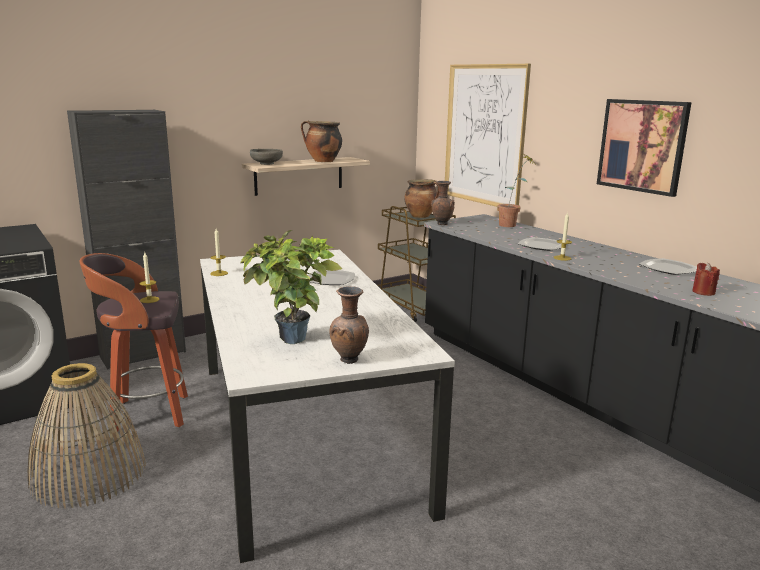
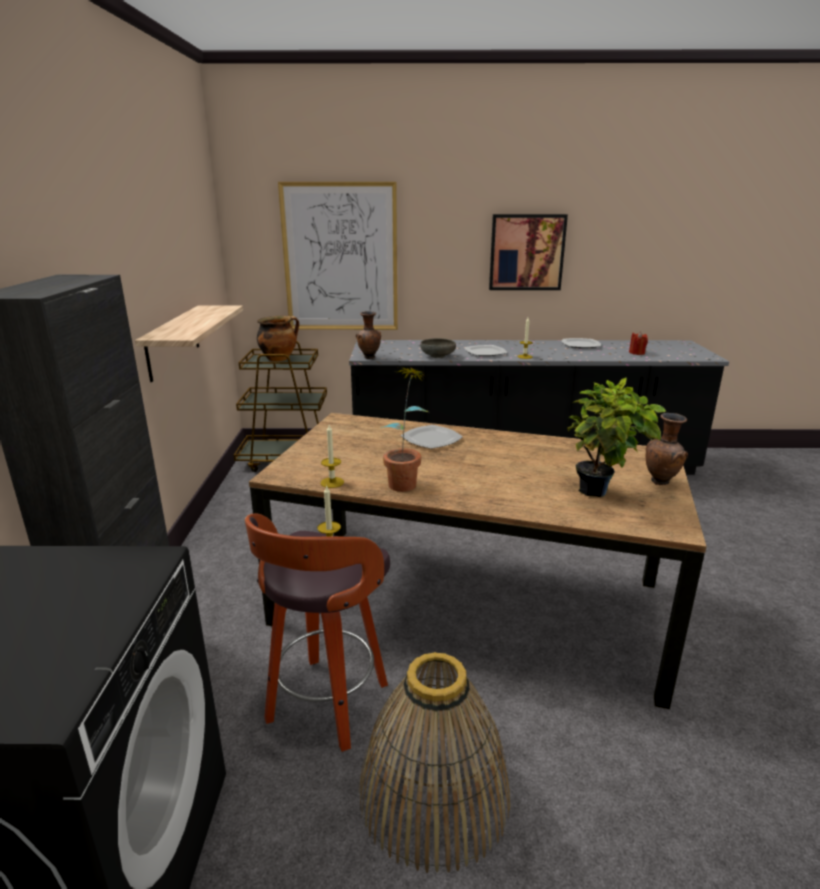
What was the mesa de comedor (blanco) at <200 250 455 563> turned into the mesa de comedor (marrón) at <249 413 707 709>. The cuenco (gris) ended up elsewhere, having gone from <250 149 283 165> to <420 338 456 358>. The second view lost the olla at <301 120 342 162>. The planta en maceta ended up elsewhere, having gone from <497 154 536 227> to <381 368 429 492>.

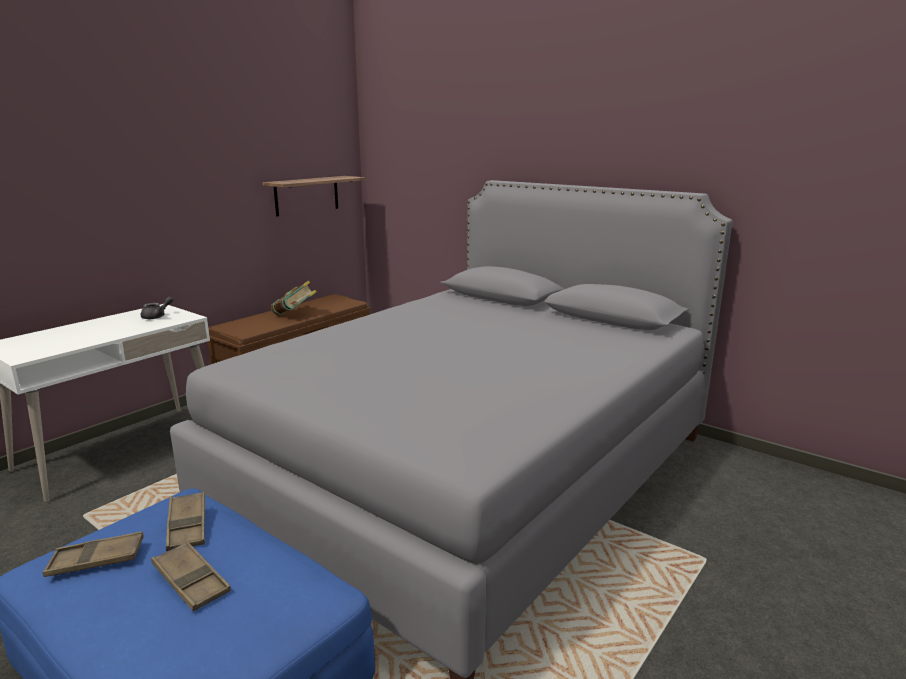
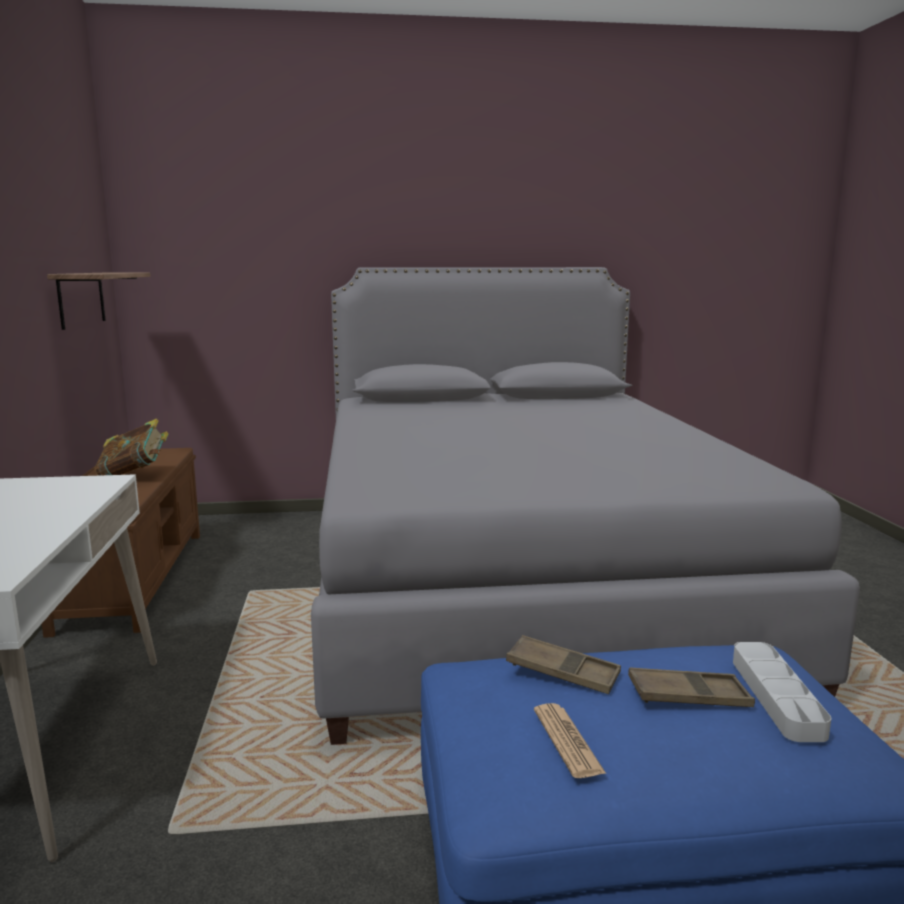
Where the bandeja (marrón) stood at <43 531 144 577>, the periódico came to stand at <534 703 606 778>. The second view lost the tetera (gris) at <141 297 173 319>. The second view gained the bandeja (gris) at <733 642 831 742>.

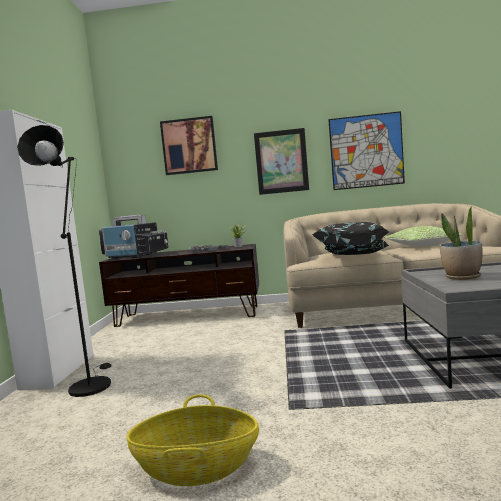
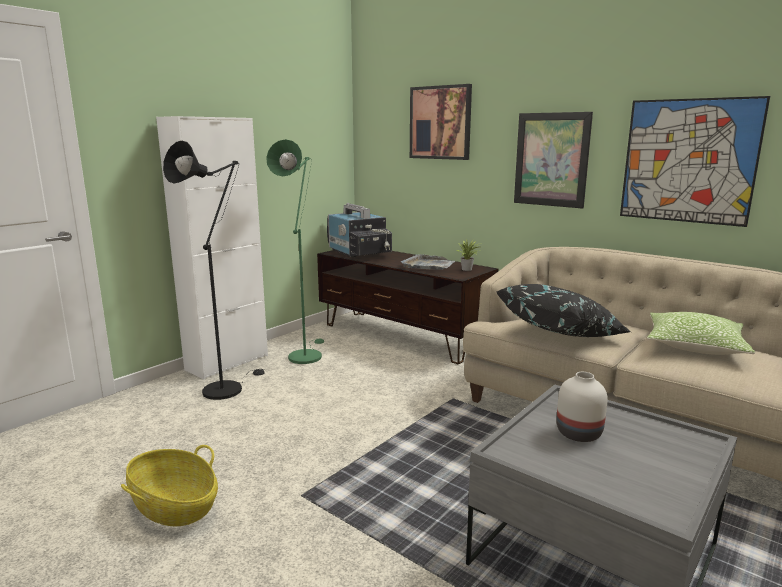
Where the planta en maceta stood at <439 206 482 280>, the florero (blanco) came to stand at <556 372 608 442>. The second view gained the lámpara de pie (verde) at <266 139 324 364>.

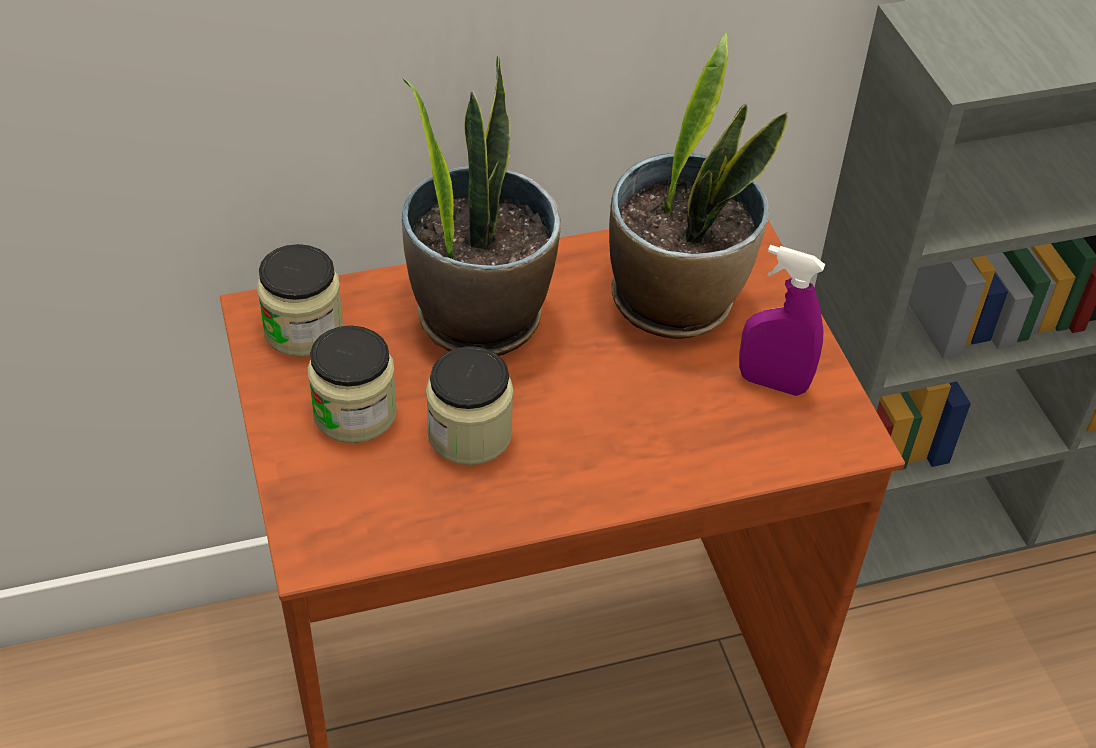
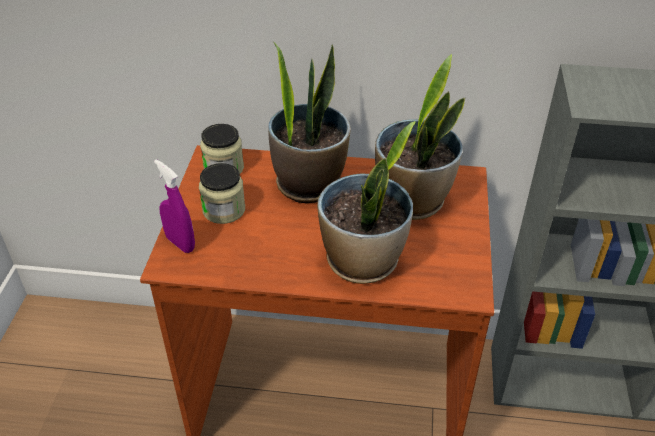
The second view lost the tarro at <426 346 513 465>. The pulverizador (morado) ended up elsewhere, having gone from <739 245 825 396> to <154 159 195 253>. The second view gained the planta en maceta at <317 121 416 284>.

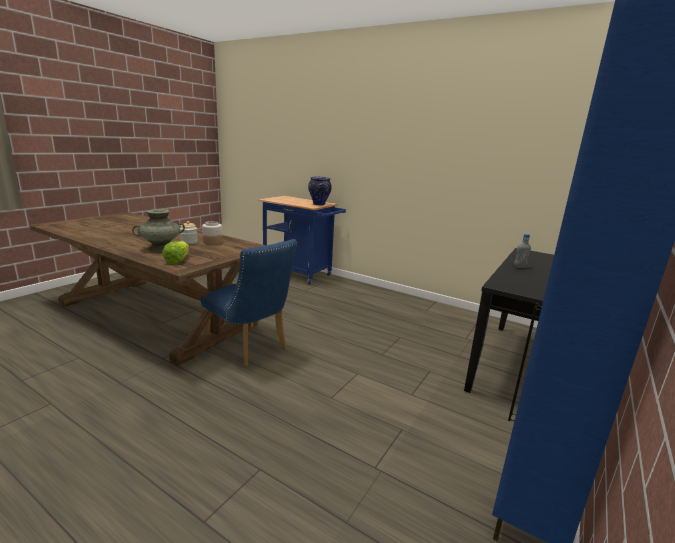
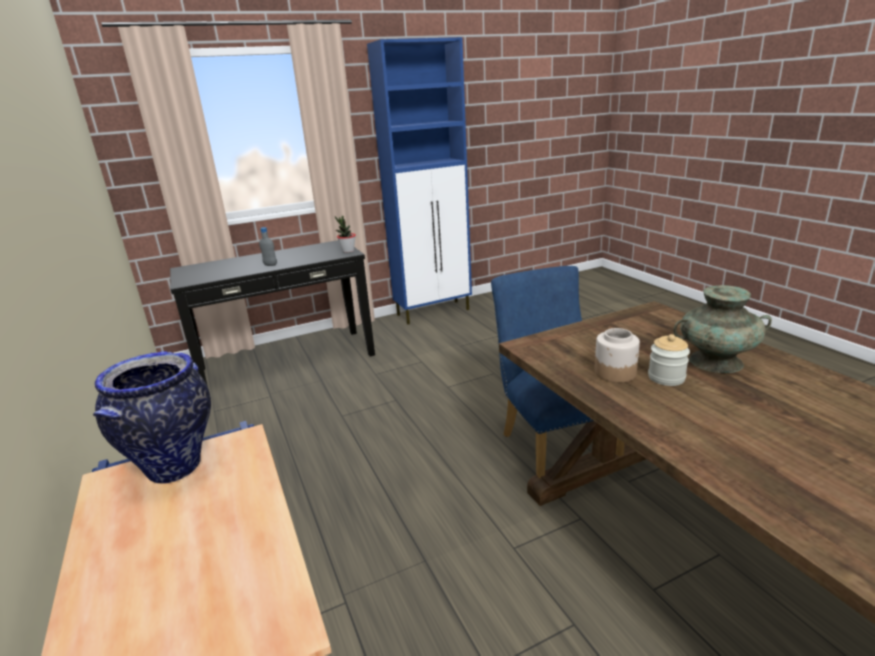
The second view lost the lechuga at <162 241 189 264>. The second view gained the planta en maceta at <335 216 356 253>.

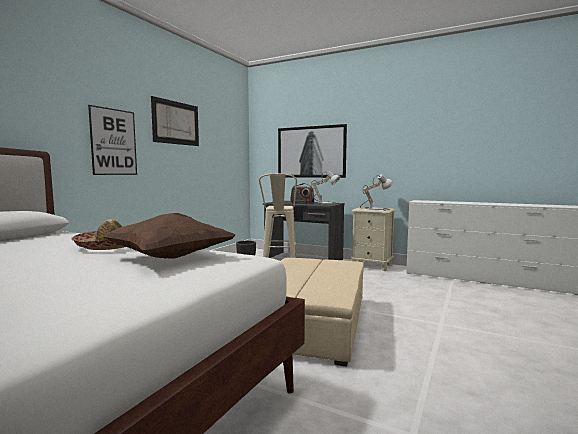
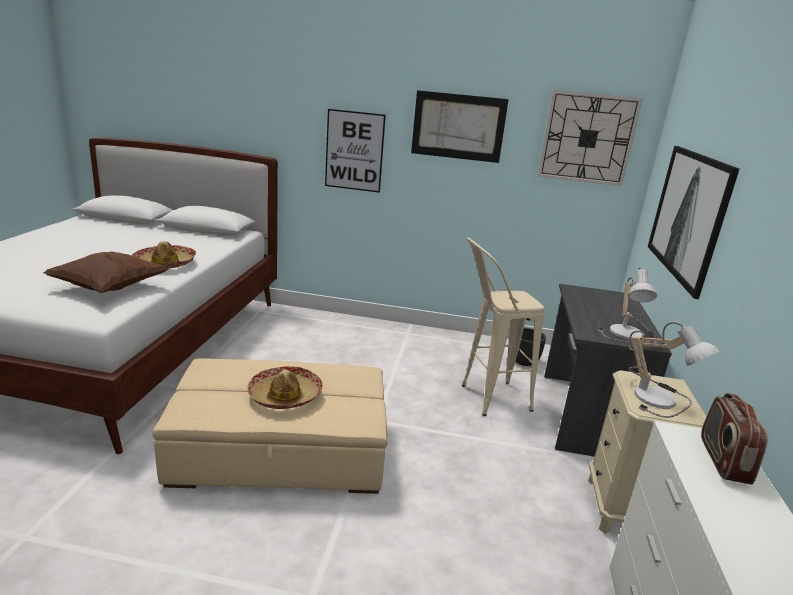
The radio ended up elsewhere, having gone from <291 183 314 204> to <701 393 768 485>. The second view gained the sombrero at <248 366 323 409>. The second view gained the reloj de pared at <538 90 643 186>.

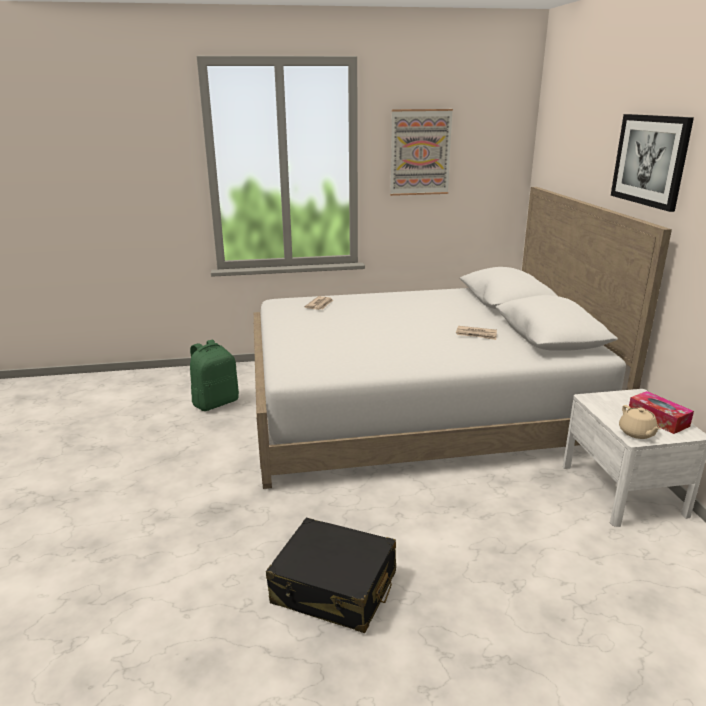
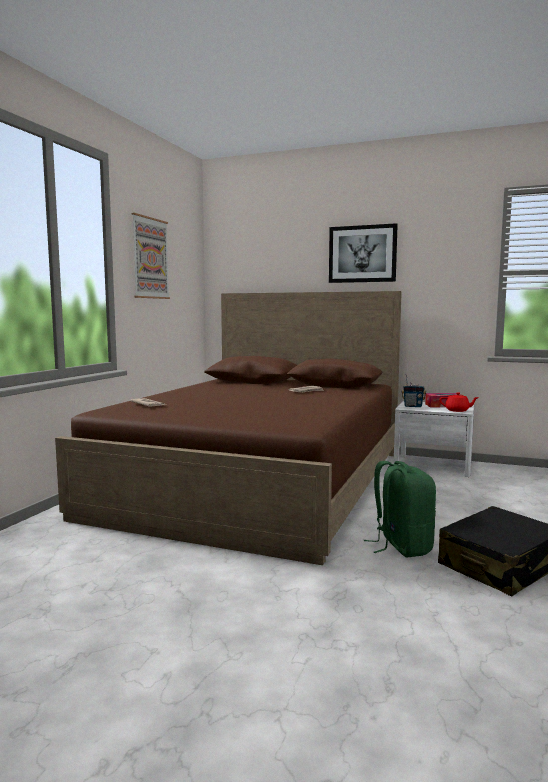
The mochila (verde) ended up elsewhere, having gone from <190 340 239 411> to <364 461 436 557>. What was the cama (blanco) at <254 187 672 489> turned into the cama (marrón) at <55 291 402 565>. What was the tetera (beis) at <619 405 661 439> turned into the tetera (rojo) at <439 392 479 412>. The second view gained the radio at <402 375 426 407>.

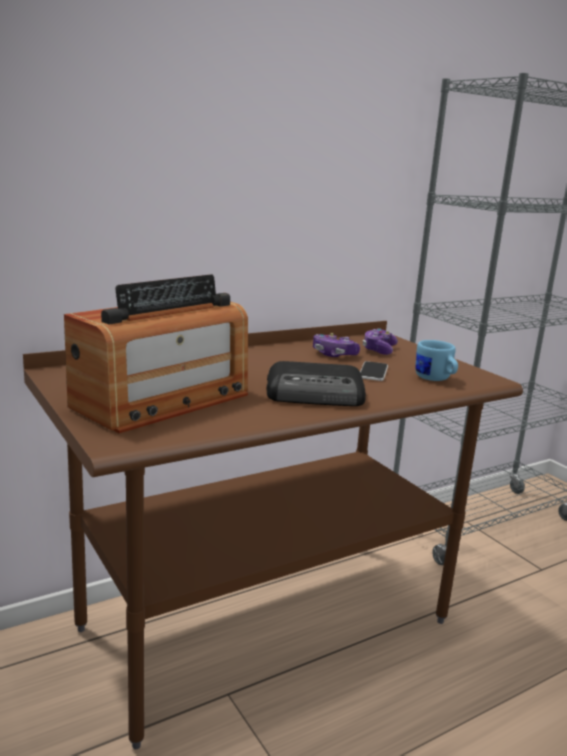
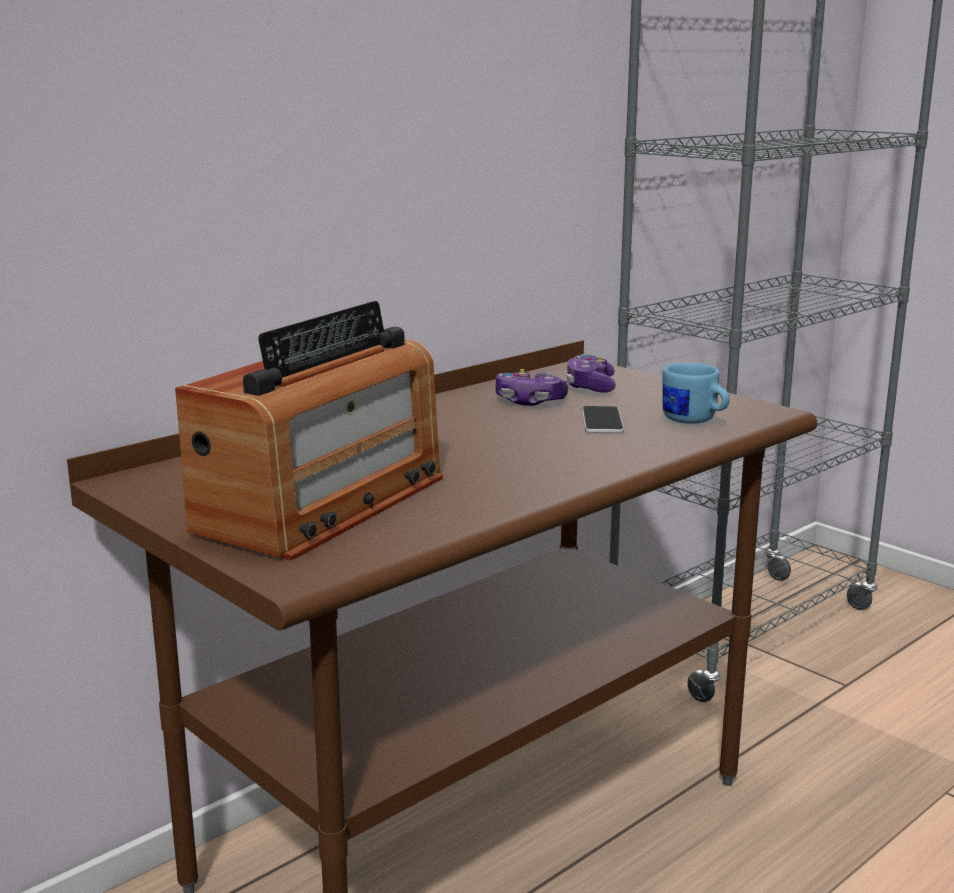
The second view lost the radio at <266 361 366 406>.

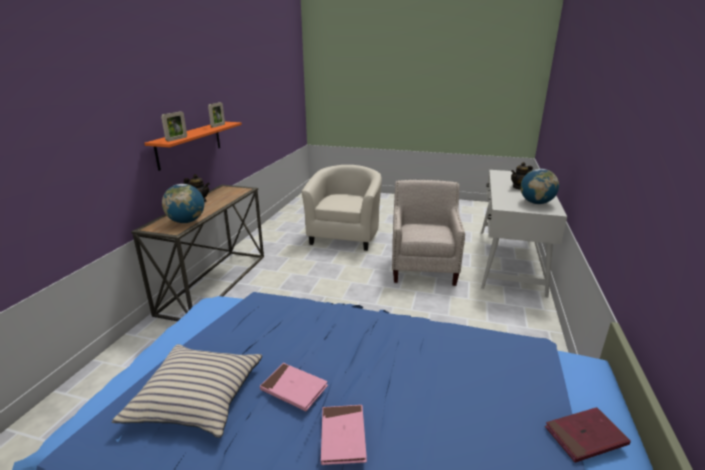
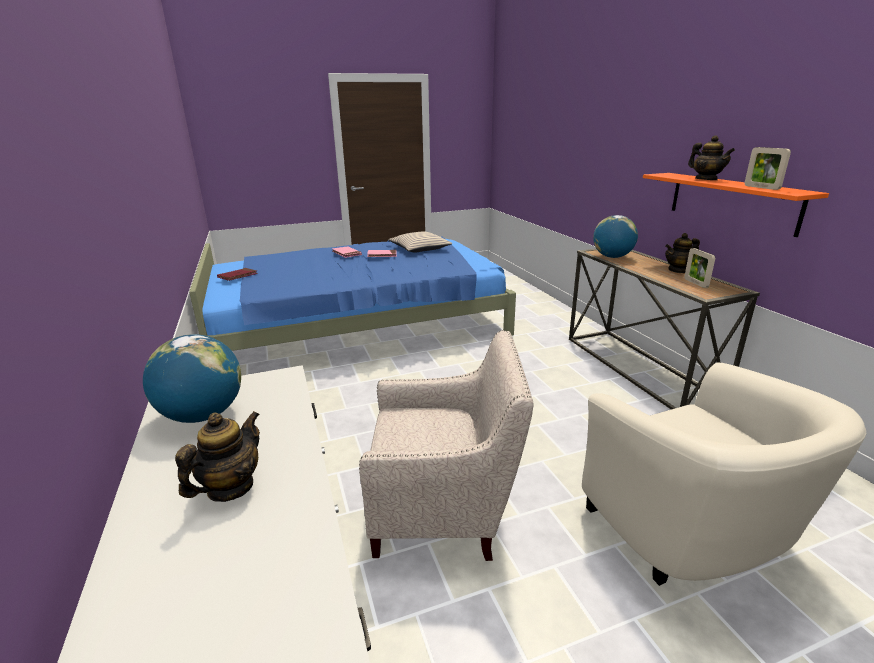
The portarretratos ended up elsewhere, having gone from <161 111 187 141> to <684 248 715 288>. The sillón (beis) at <392 180 465 286> ended up facing another way, 60 degrees counterclockwise from before. The second view gained the tetera at <688 135 735 180>.

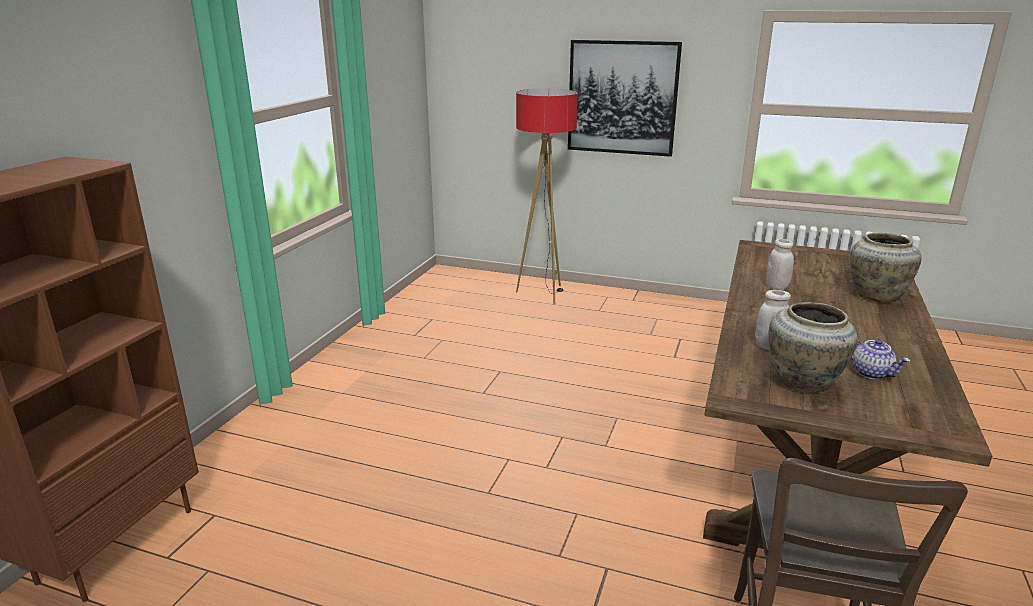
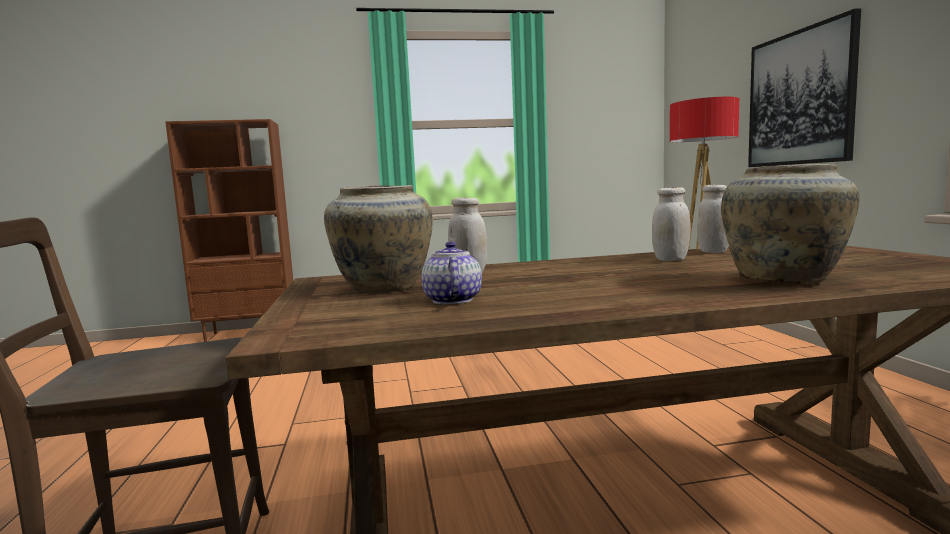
The tetera at <851 339 910 380> ended up facing another way, 150 degrees clockwise from before. The second view gained the tarro (blanco) at <697 184 729 253>.

